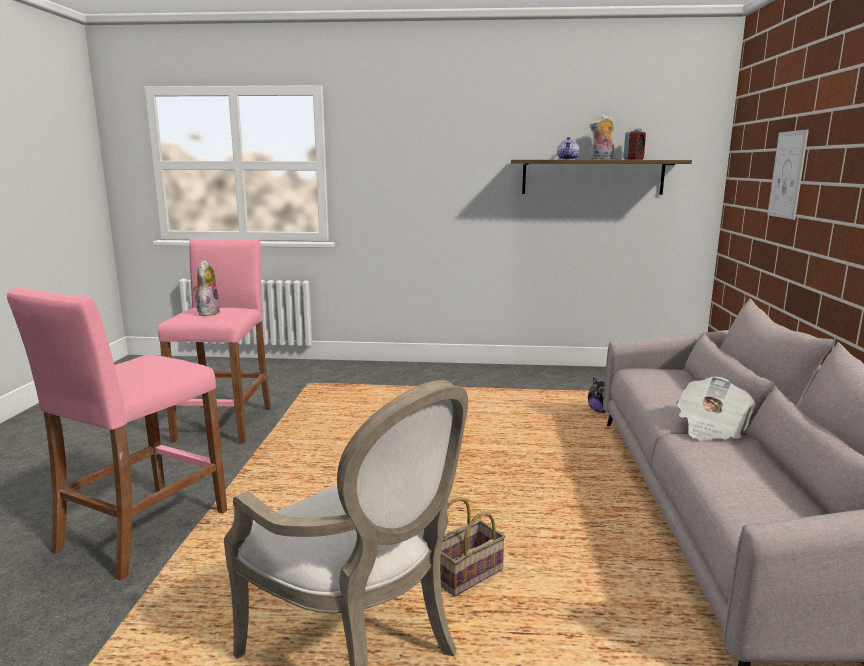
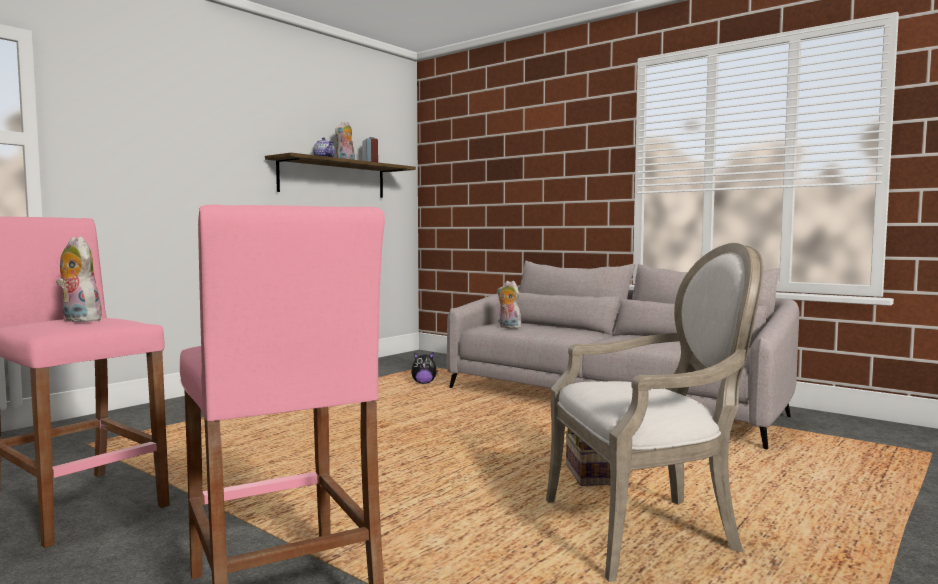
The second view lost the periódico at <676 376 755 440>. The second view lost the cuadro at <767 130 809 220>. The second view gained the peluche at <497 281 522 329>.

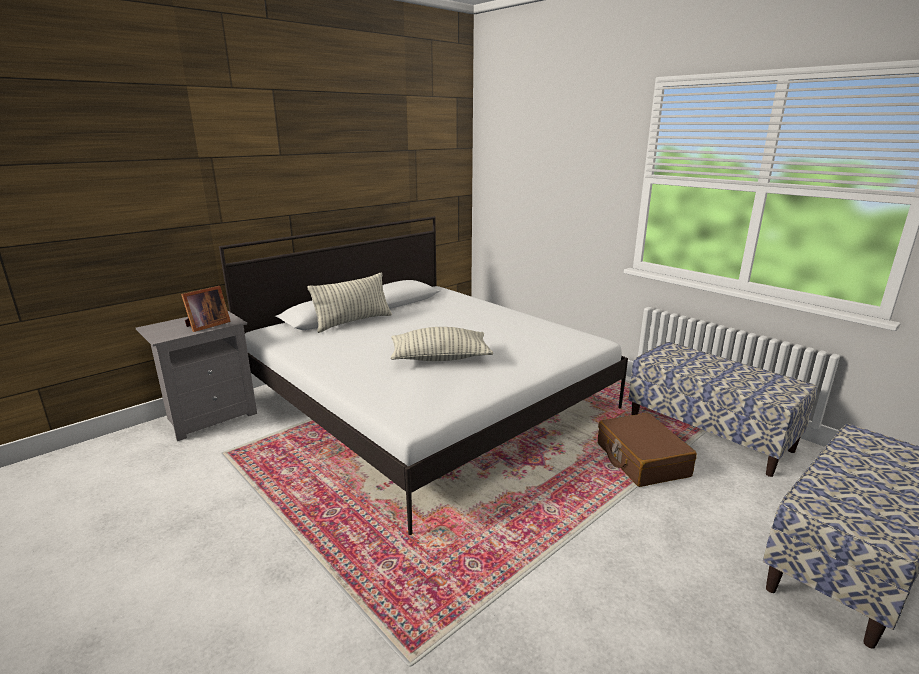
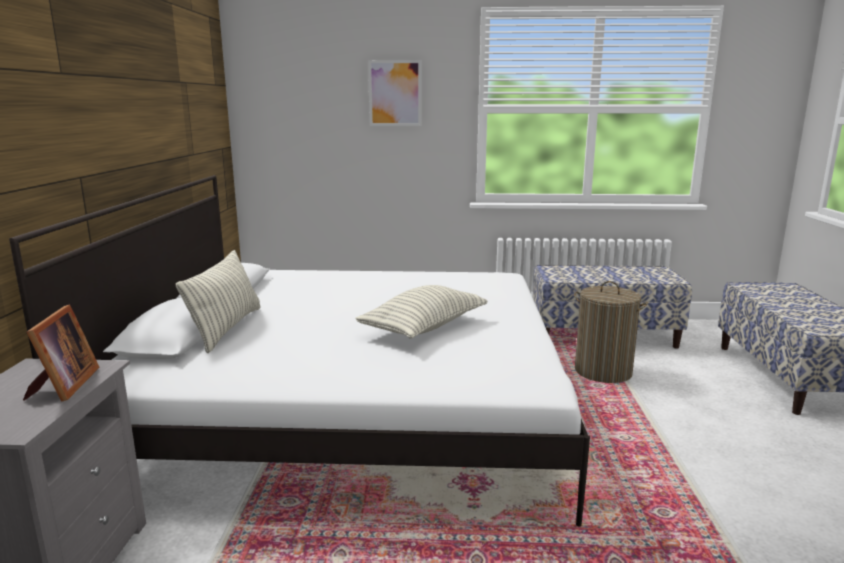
Where the maleta (marrón) stood at <598 413 697 487>, the cesto de la ropa came to stand at <574 281 648 383>. The second view gained the cuadro at <368 60 421 126>.

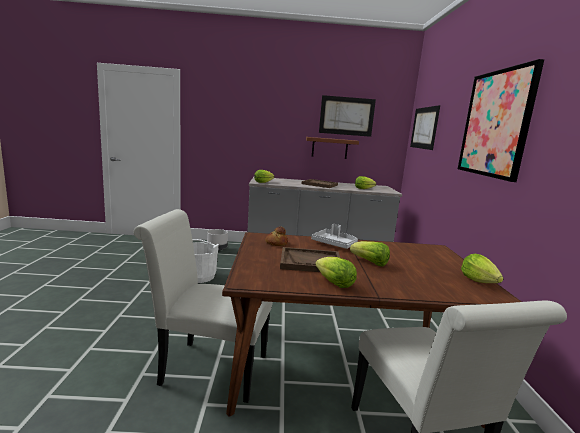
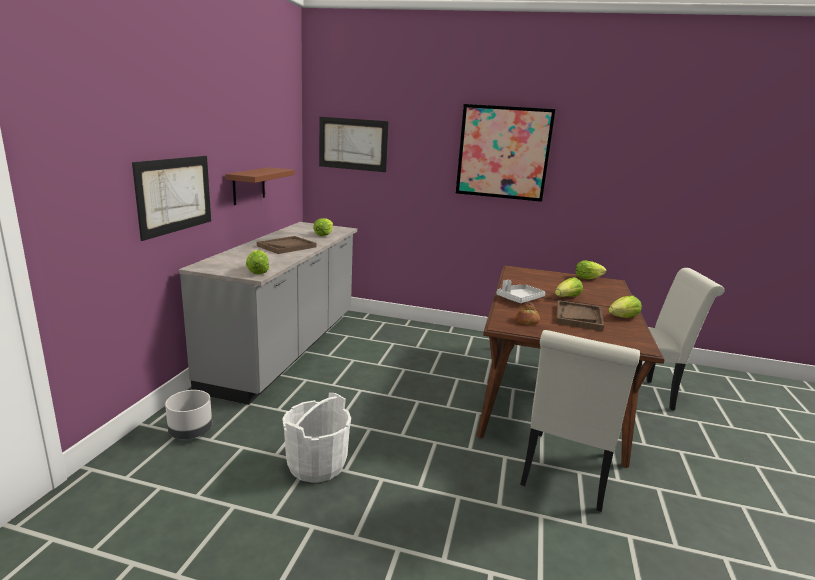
The cuadro ended up elsewhere, having gone from <319 95 376 137> to <132 156 211 241>.

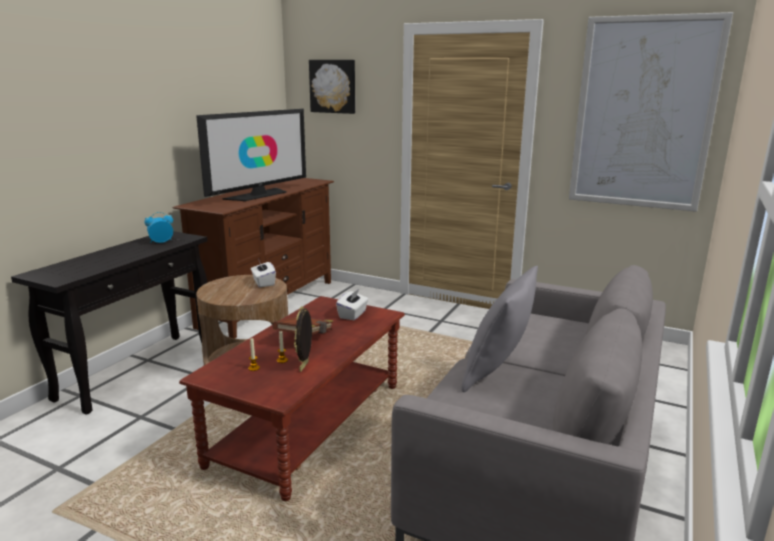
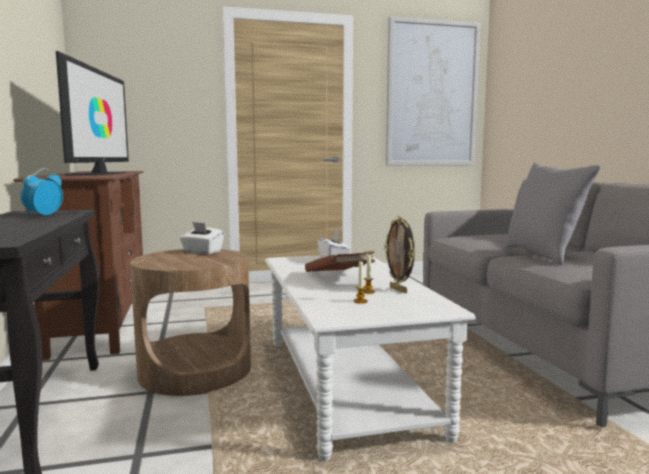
What was the mesa de centro (marrón) at <179 296 405 501> turned into the mesa de centro (blanco) at <265 255 476 461>. The second view lost the cuadro at <309 60 355 114>.

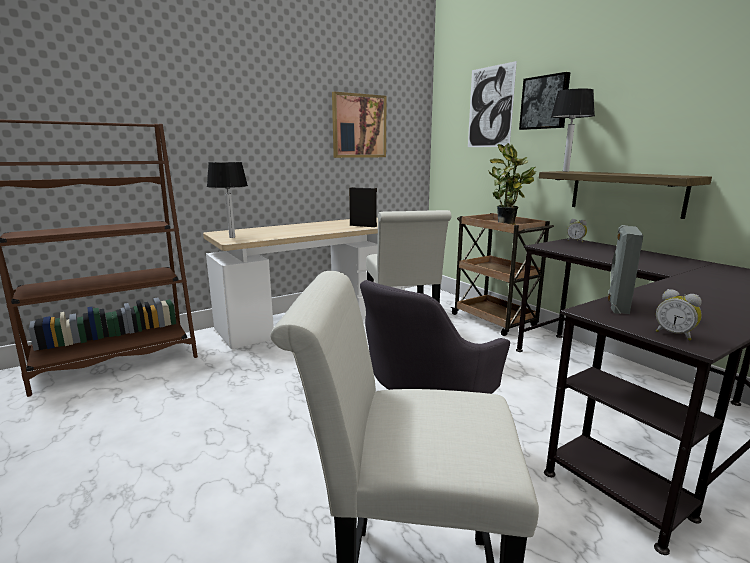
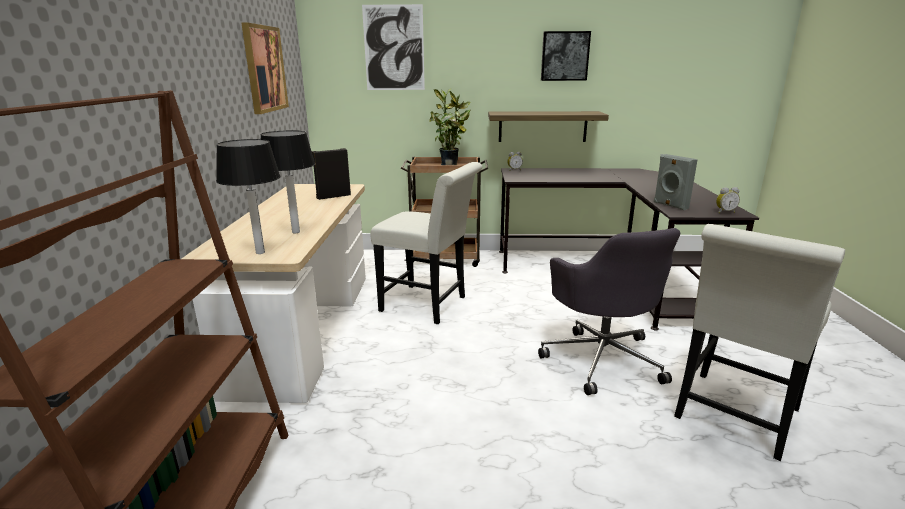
The cuadro ended up elsewhere, having gone from <519 72 570 130> to <541 31 591 81>. The lámpara de mesa ended up elsewhere, having gone from <551 89 595 172> to <260 130 315 233>.

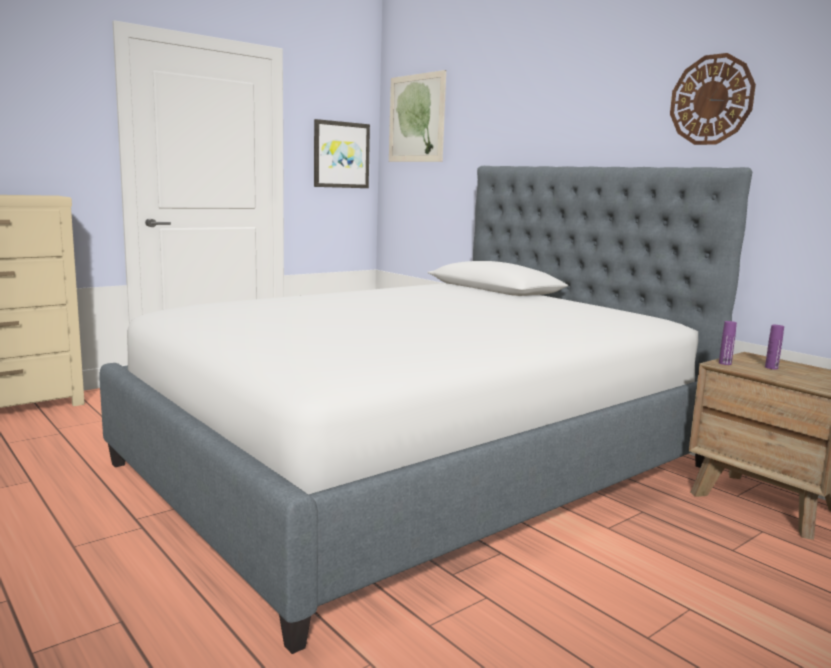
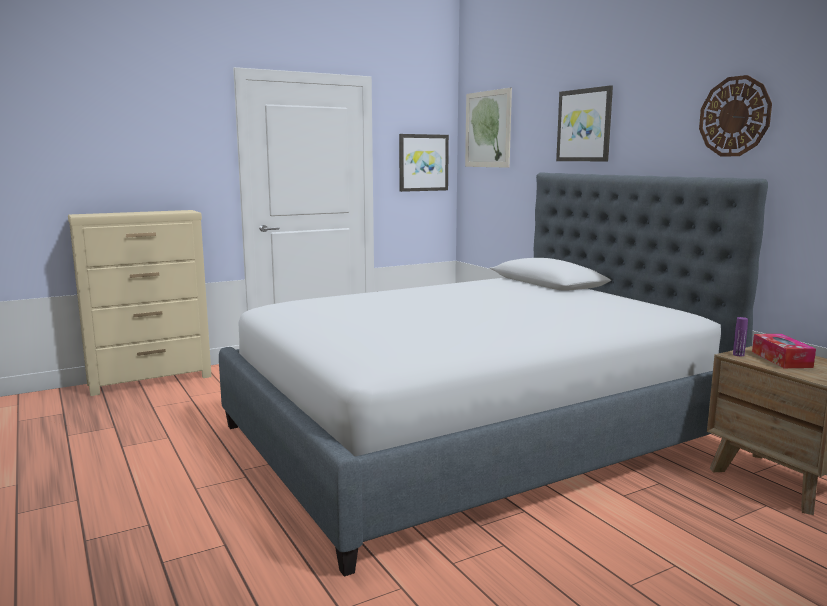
Where the botella (morado) stood at <765 325 784 369>, the caja de pañuelos came to stand at <752 334 816 368>. The second view gained the cuadro at <556 85 613 161>.

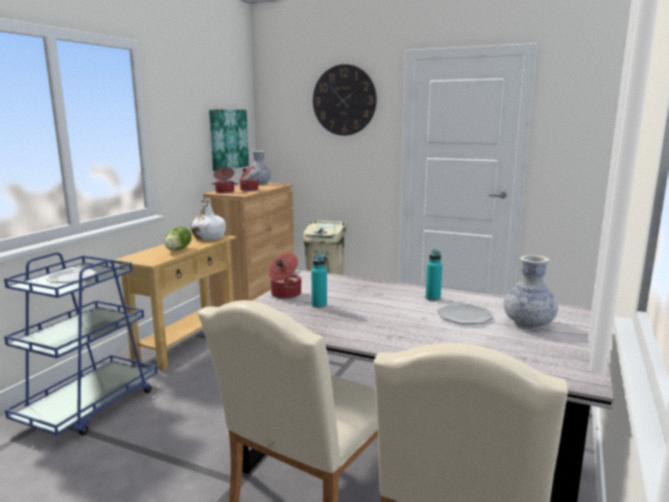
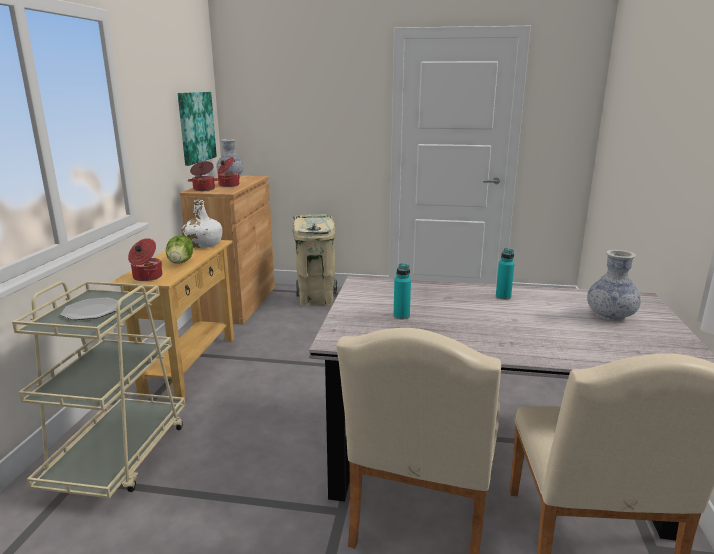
What was the carrito (azul) at <4 252 158 436> turned into the carrito (beis) at <12 281 186 498>. The olla ended up elsewhere, having gone from <269 253 302 299> to <128 238 162 281>. The second view lost the reloj de pared at <313 64 377 136>. The second view lost the plato at <437 304 493 324>.

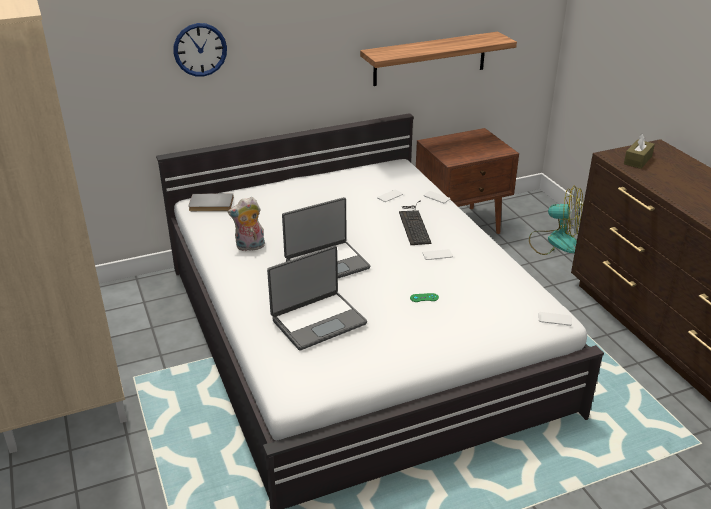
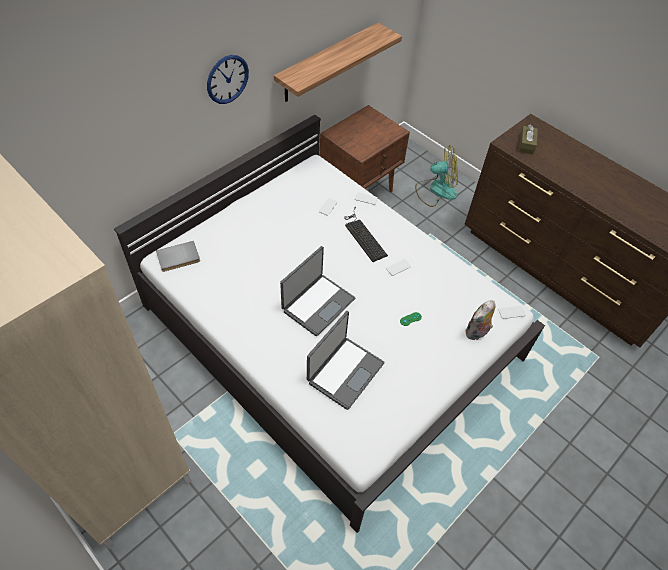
The reloj de pared ended up elsewhere, having gone from <173 23 227 77> to <207 55 249 104>. The peluche ended up elsewhere, having gone from <228 197 265 251> to <465 300 496 340>.

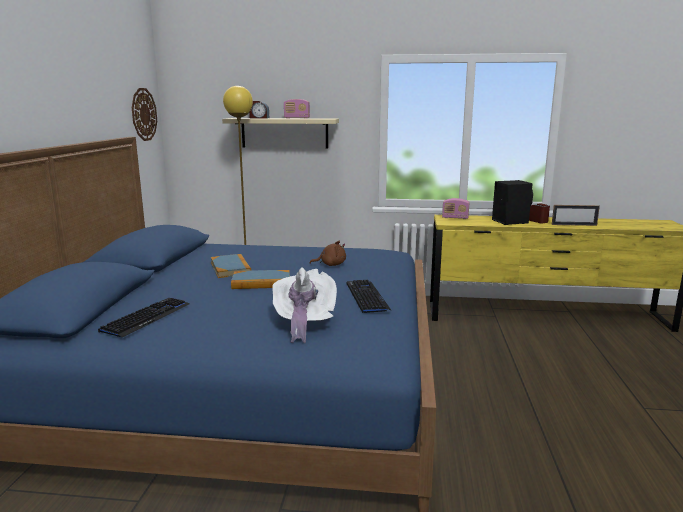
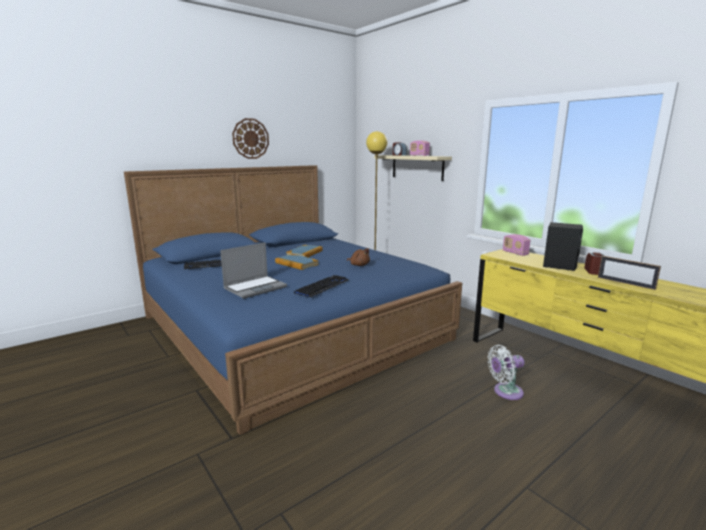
The reloj de pared ended up elsewhere, having gone from <132 88 157 141> to <232 118 269 159>. Where the sombrero (blanco) stood at <272 267 337 343>, the portátil came to stand at <220 242 287 299>. The second view gained the ventilador (blanco) at <488 345 525 400>.

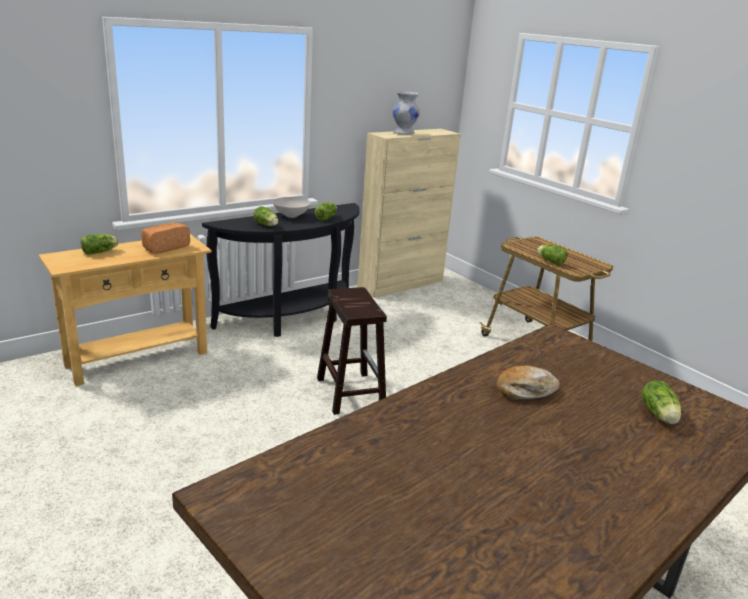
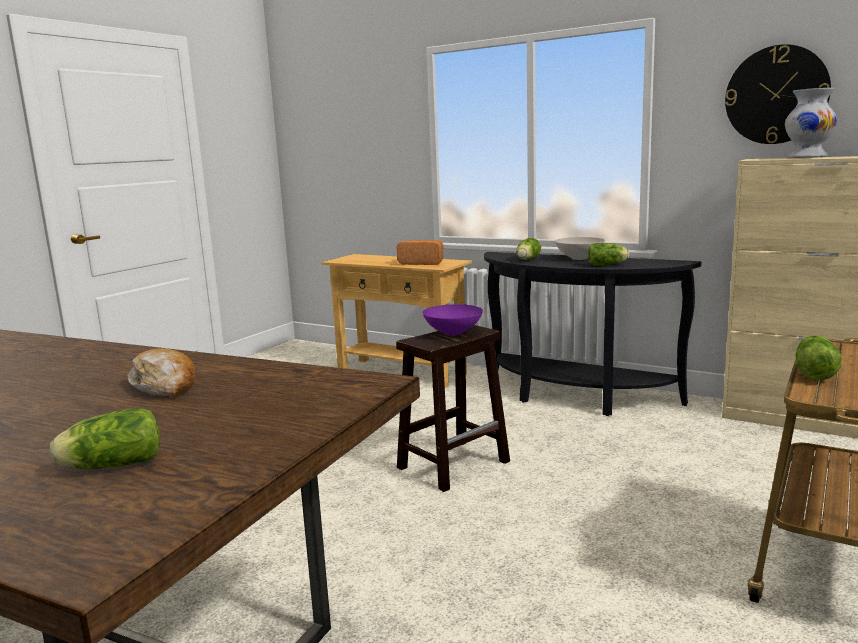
The second view lost the lechuga at <81 234 119 255>. The second view gained the cuenco (morado) at <422 304 483 336>. The second view gained the reloj de pared at <725 44 831 144>.

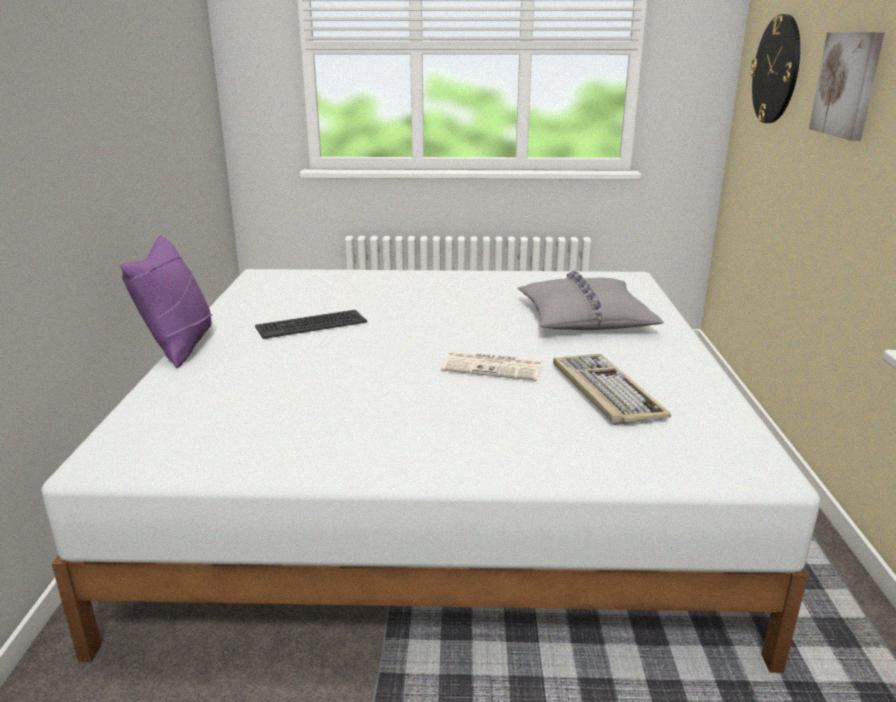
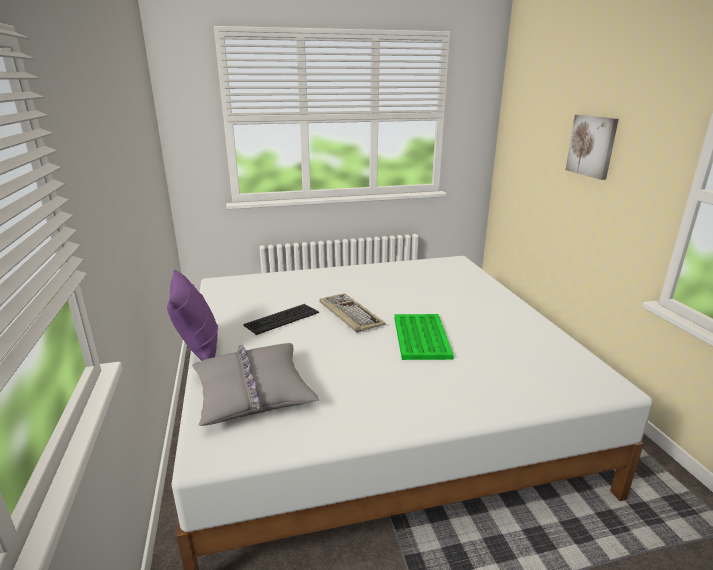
Where the periódico stood at <441 351 543 381>, the bandeja (verde) came to stand at <394 314 454 360>. The cojín (gris) ended up elsewhere, having gone from <517 270 664 330> to <192 343 319 426>. The teclado ended up elsewhere, having gone from <553 354 671 425> to <319 294 385 333>. The second view lost the reloj de pared at <750 14 800 123>.

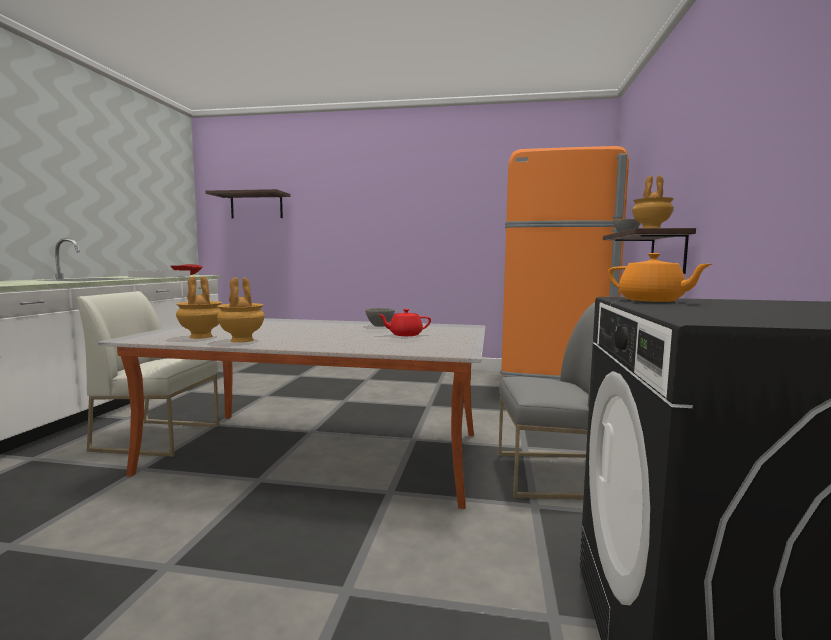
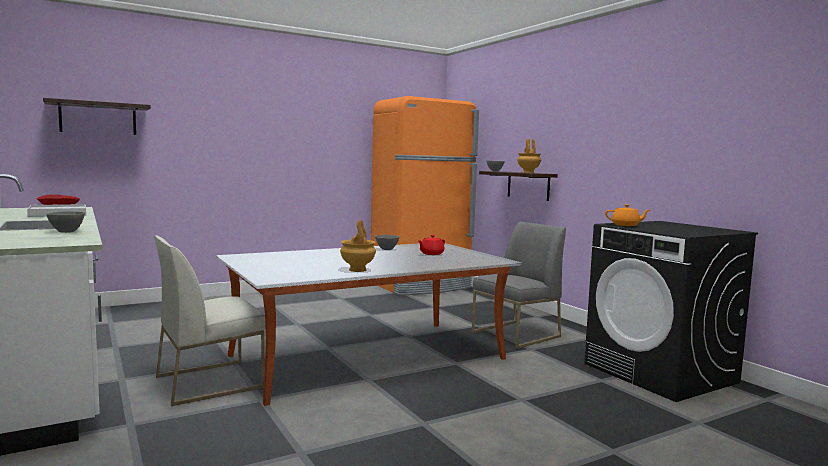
The second view lost the florero (marrón) at <176 276 222 339>. The second view gained the cuenco (gris) at <46 211 85 233>.

